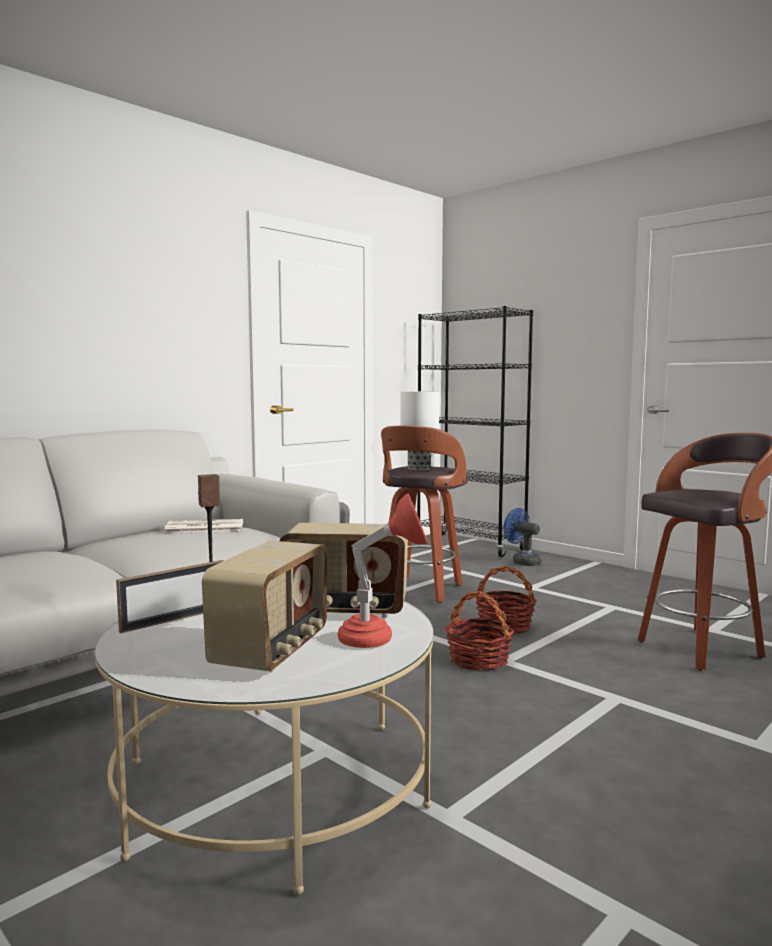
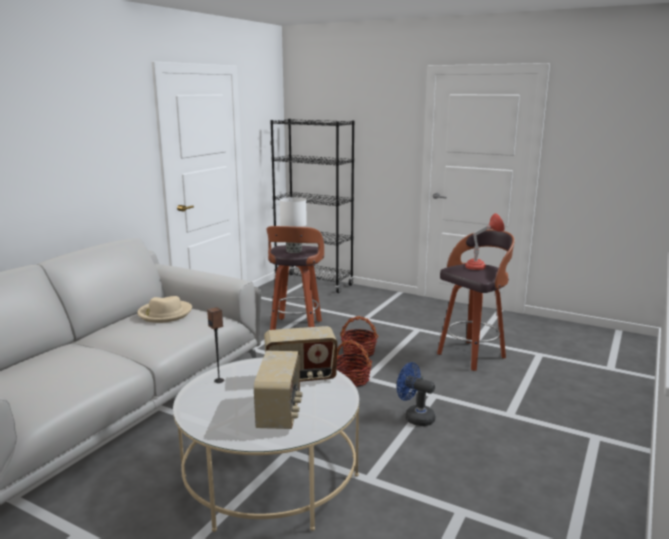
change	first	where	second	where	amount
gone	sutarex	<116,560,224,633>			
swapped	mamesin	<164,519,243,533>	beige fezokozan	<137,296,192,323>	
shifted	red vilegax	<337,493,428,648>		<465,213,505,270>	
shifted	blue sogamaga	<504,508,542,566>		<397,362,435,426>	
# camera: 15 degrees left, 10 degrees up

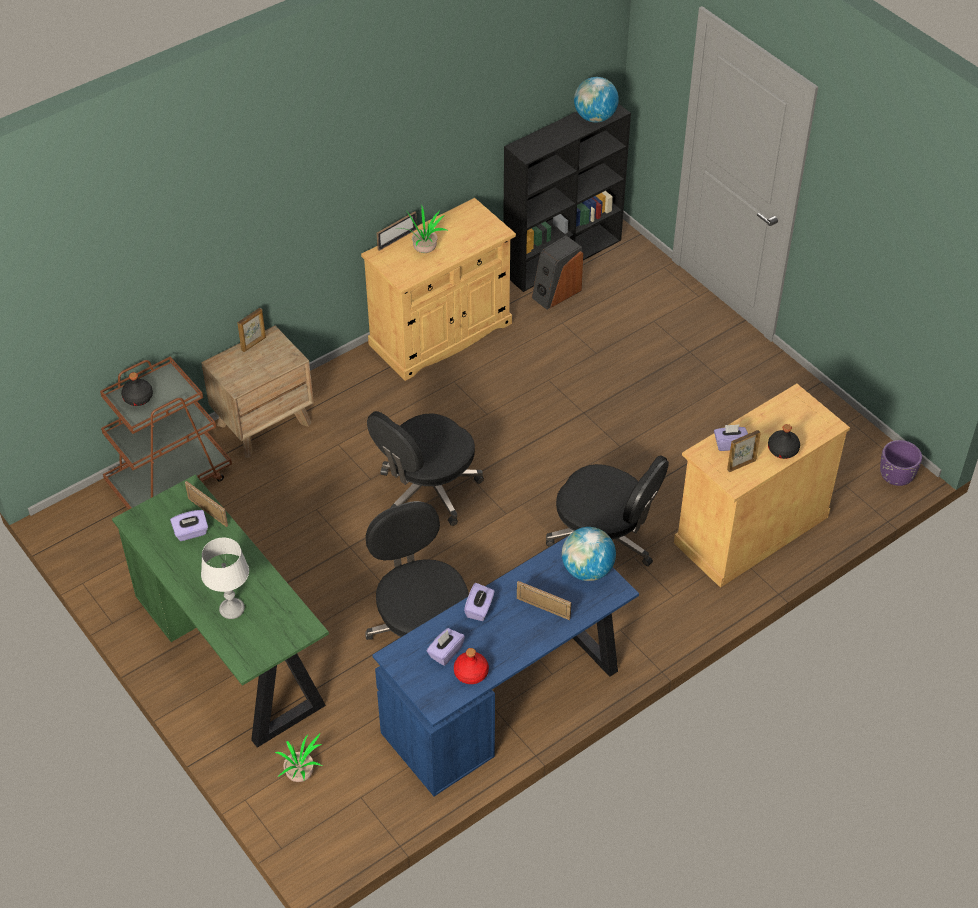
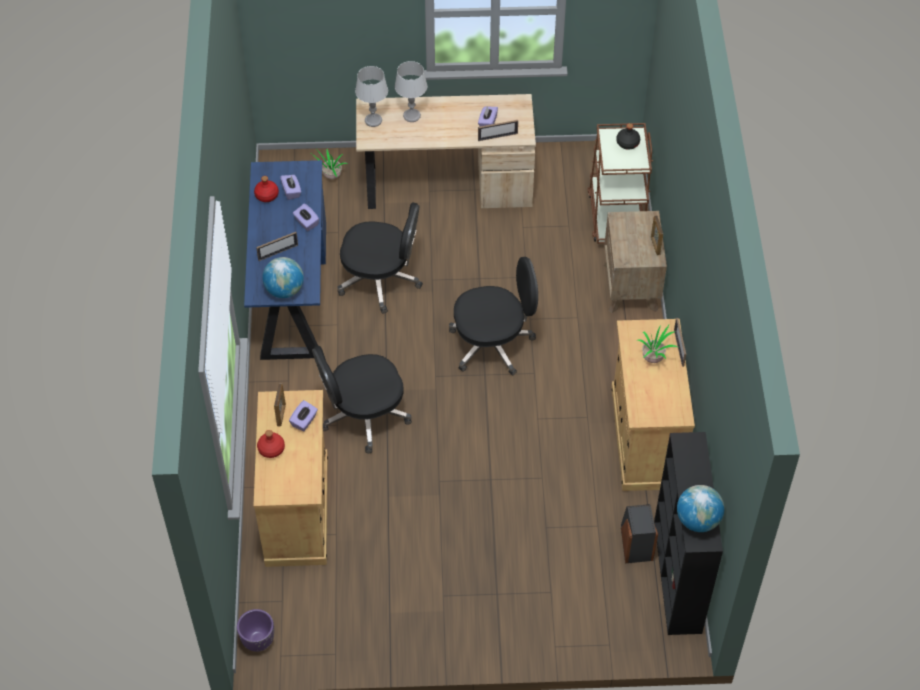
change	first	where	second	where	amount
repainted	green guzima	<112,475,329,748>	beige guzima	<356,94,536,209>	
rotated	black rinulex	<367,411,484,526>		<449,257,538,375>	90 degrees clockwise
repainted	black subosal	<768,424,800,459>	red subosal	<257,430,285,458>	
new			grey vilegax	<355,66,388,127>	
# camera: 125 degrees right, 5 degrees up

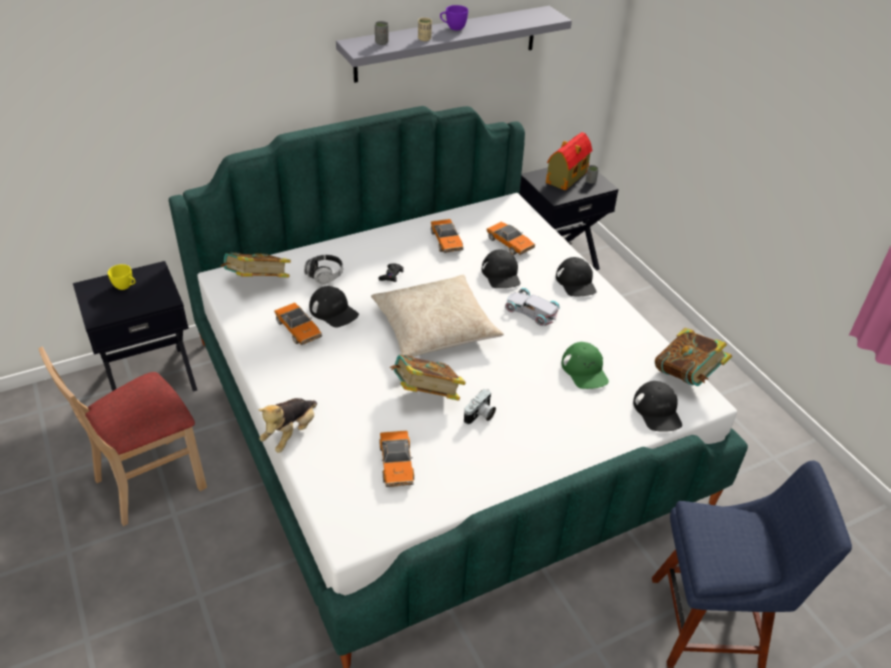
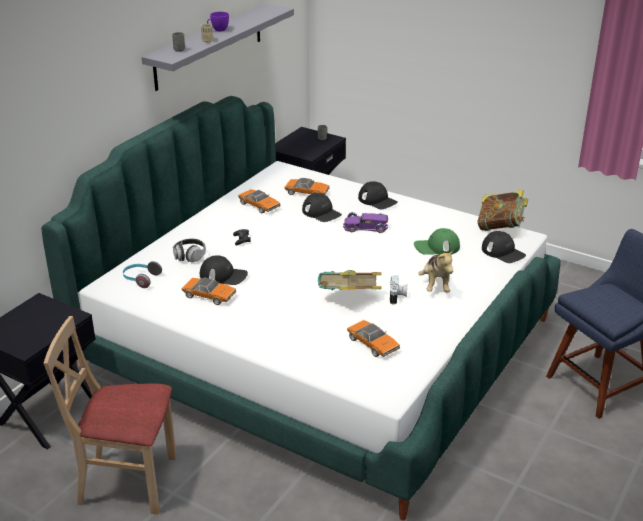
change	first	where	second	where	amount
rotated	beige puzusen	<38,347,207,526>		<44,316,176,515>	75 degrees clockwise
gone	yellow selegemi	<108,264,136,290>			
swapped	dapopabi	<221,252,291,277>	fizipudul	<123,261,162,288>	
shifted	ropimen	<258,398,317,453>		<419,249,454,293>	
gone	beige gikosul	<371,275,504,357>			
repainted	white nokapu	<505,288,560,326>	purple nokapu	<343,212,388,233>	
gone	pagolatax	<546,132,592,190>			
rotated	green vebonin	<561,342,609,389>		<414,228,460,255>	135 degrees clockwise
# camera: 30 degrees left, 10 degrees down

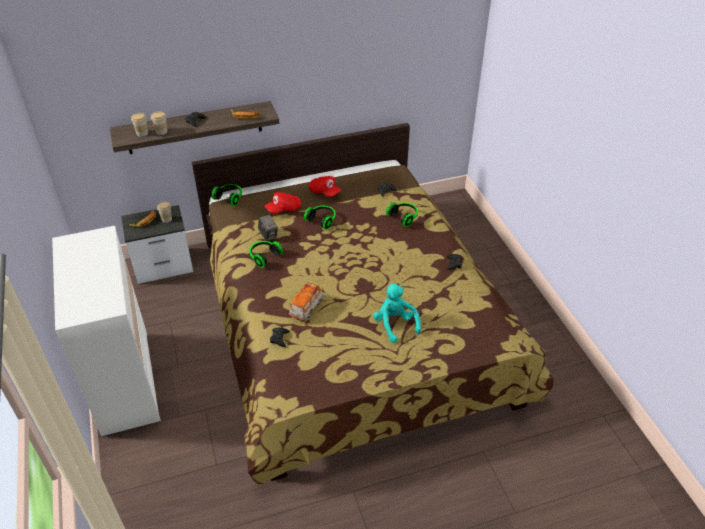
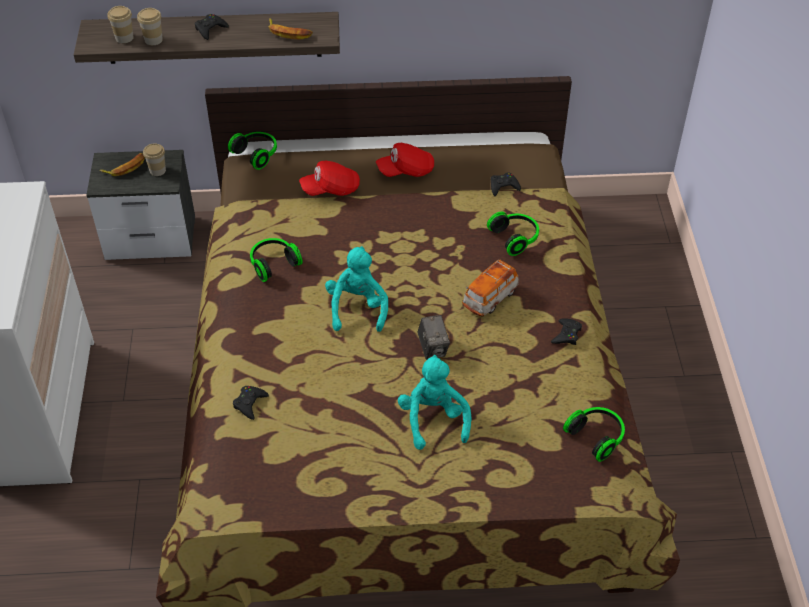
change	first	where	second	where	amount
shifted	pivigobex	<258,214,278,241>		<417,315,450,360>	
shifted	nokapu	<289,282,323,321>		<462,260,519,316>	
shifted	fizipudul	<304,206,336,230>		<563,407,625,462>	
rotated	red vebonin	<309,176,341,197>		<376,143,434,177>	105 degrees clockwise
new			turquoise ropimen	<325,246,388,332>	
# camera: 15 degrees right, 5 degrees up

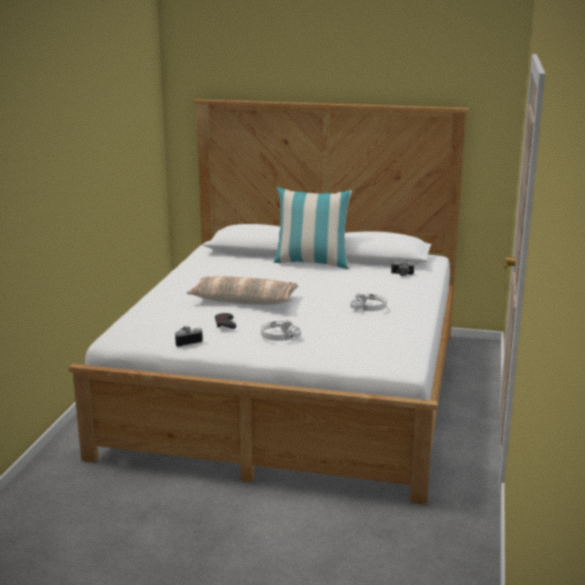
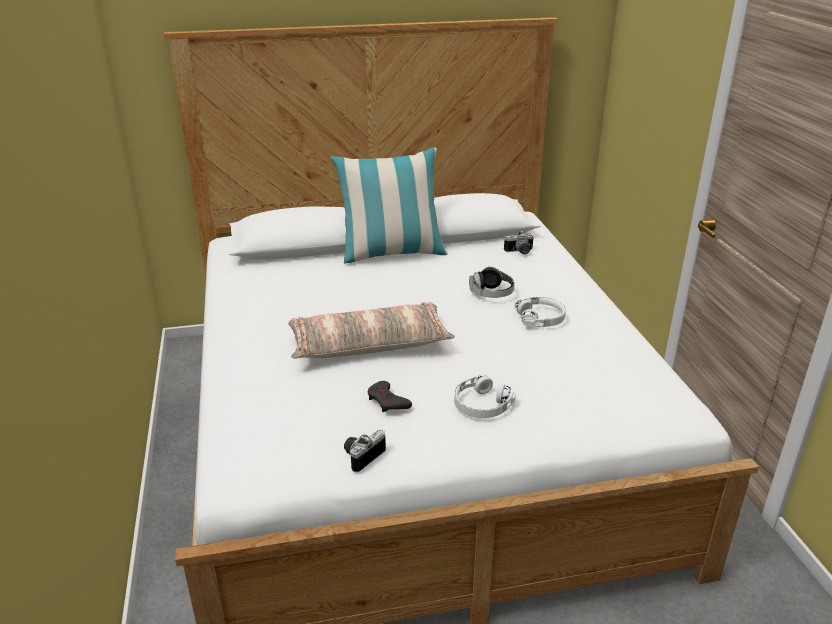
change	first	where	second	where	amount
new			fizipudul	<469,267,515,298>	
# camera: 25 degrees left, 10 degrees up

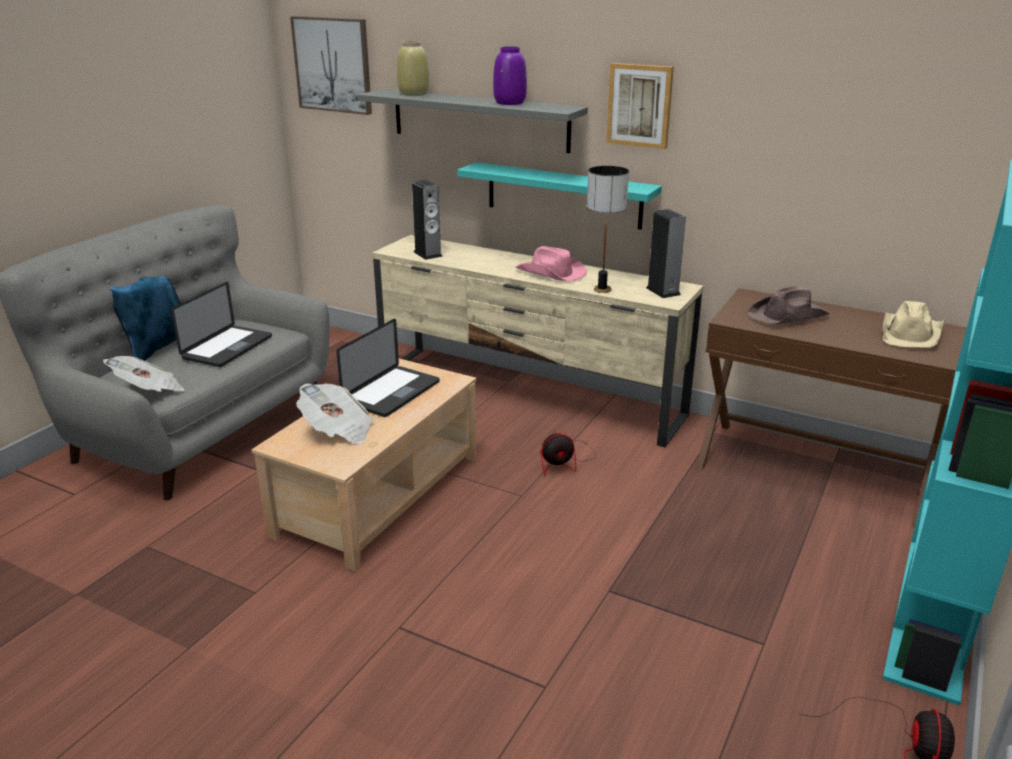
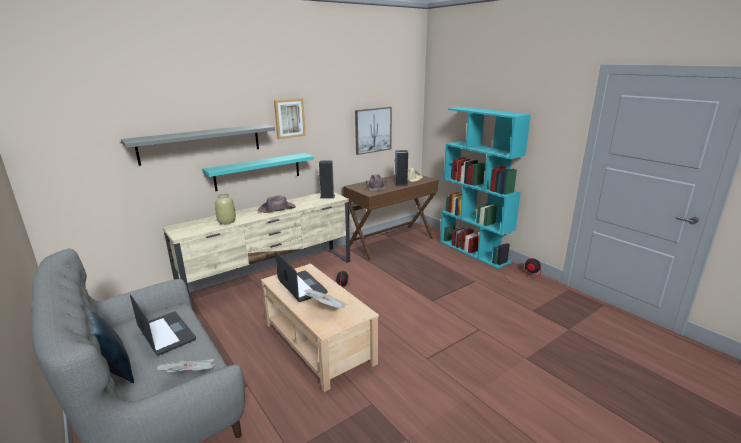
change	first	where	second	where	amount
shifted	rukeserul	<290,16,372,115>		<355,107,392,155>	
shifted	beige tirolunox	<397,41,429,96>		<215,193,236,225>	
shifted	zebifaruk	<412,180,443,260>		<394,150,408,186>	
gone	purple tirolunox	<493,46,527,105>			
repainted	pink fezokozan	<516,246,587,282>	brown fezokozan	<258,195,296,213>	
gone	vilegax	<587,166,629,293>			
# camera: 65 degrees left, 5 degrees down

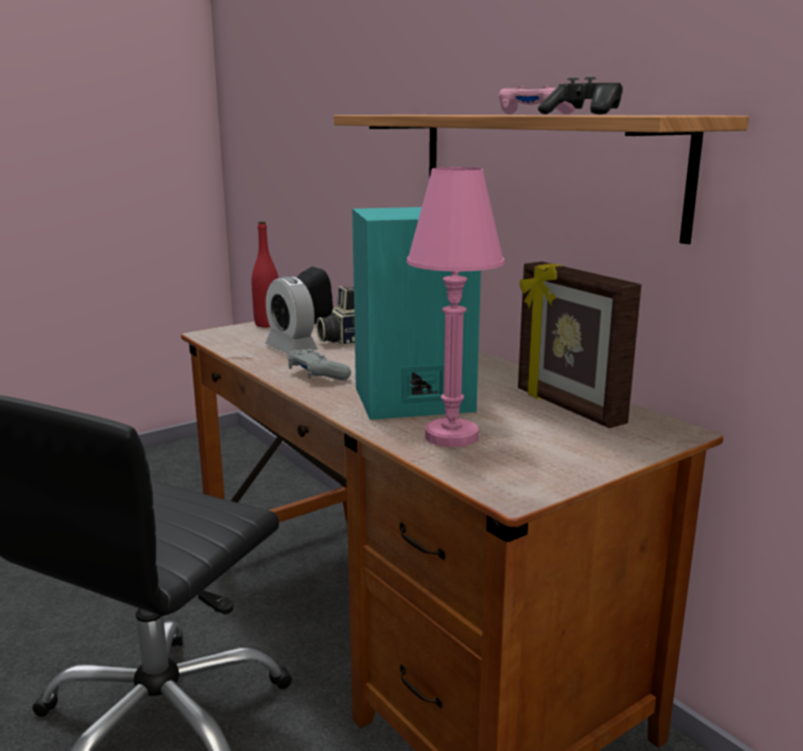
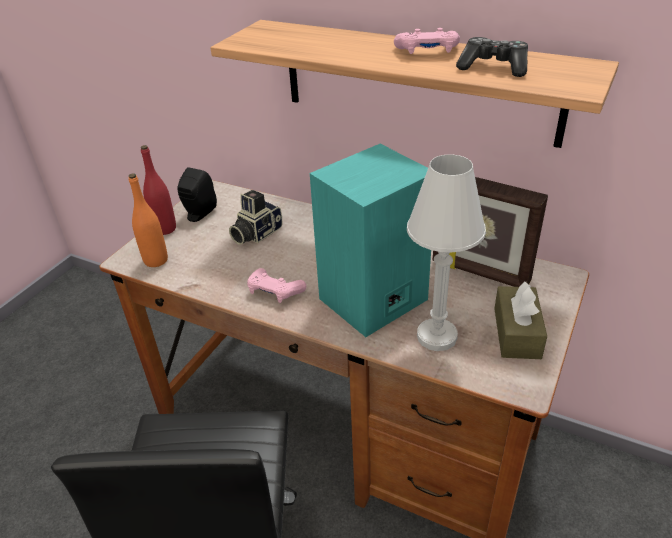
change	first	where	second	where	amount
gone	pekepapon	<265,276,318,354>			
repainted	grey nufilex	<288,349,351,380>	pink nufilex	<247,268,306,303>	
repainted	pink vilegax	<406,167,505,447>	white vilegax	<407,154,486,351>	
new			orange subosal	<129,173,168,267>	
new			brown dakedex	<494,281,547,359>	
# camera: 25 degrees left, 20 degrees up

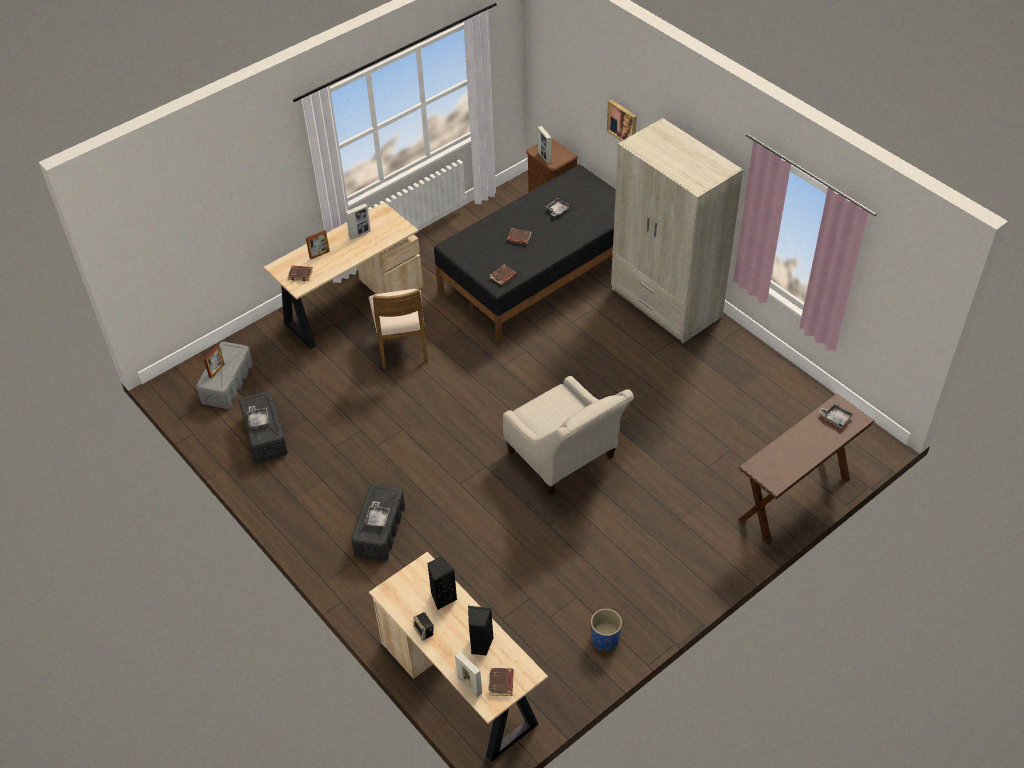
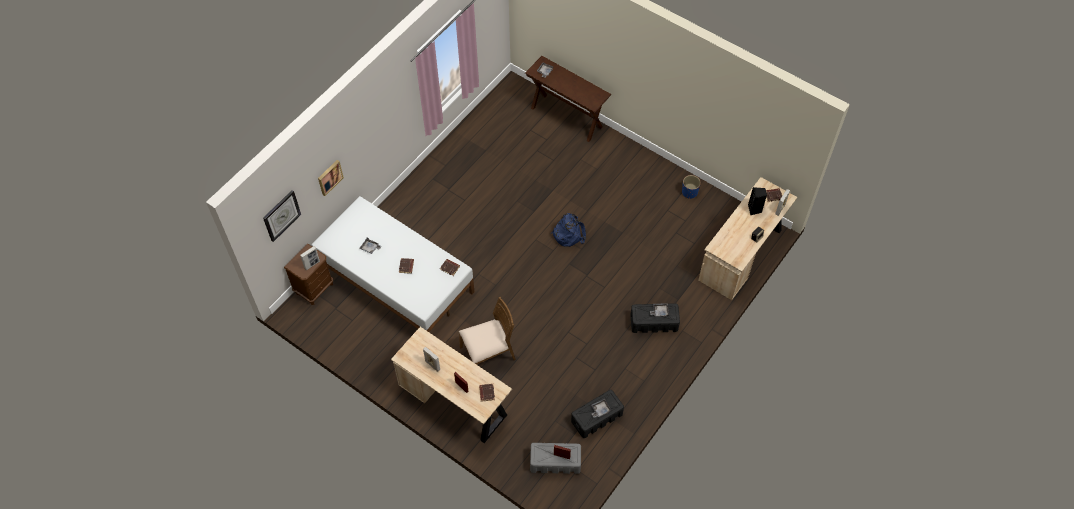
change	first	where	second	where	amount
gone	black zebifaruk	<427,557,458,610>			
repainted	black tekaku	<434,164,616,344>	white tekaku	<311,196,474,333>	
swapped	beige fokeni	<503,376,634,495>	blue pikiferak	<552,213,586,247>	
gone	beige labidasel	<611,118,743,343>			
new			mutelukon	<263,190,301,242>	
# camera: 105 degrees left, 10 degrees up

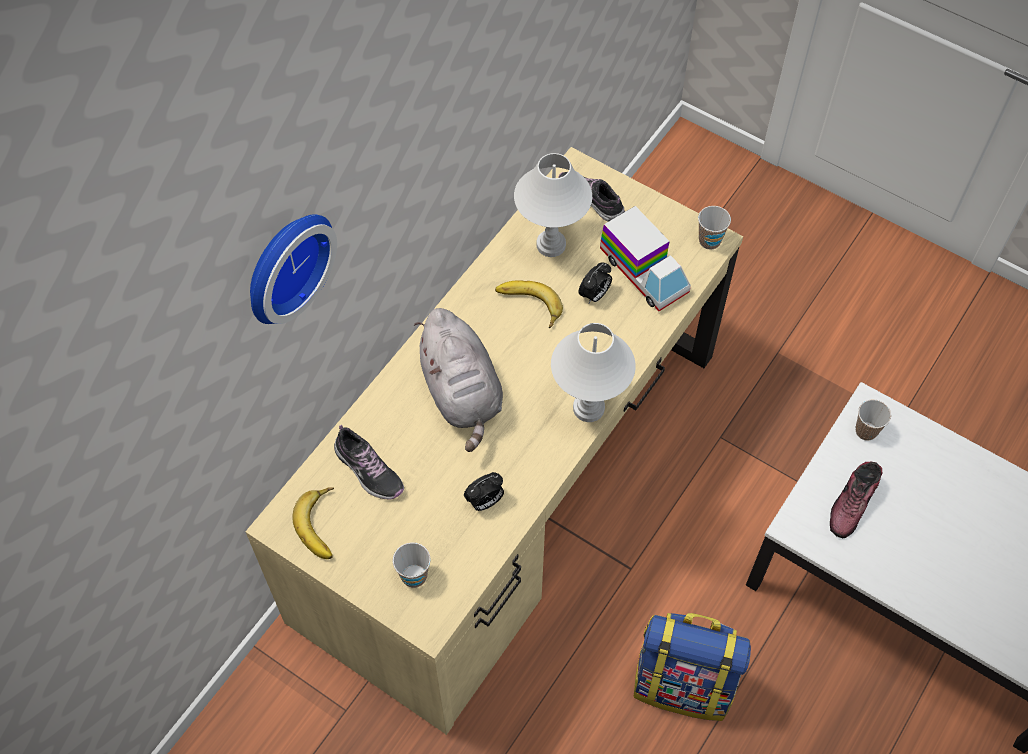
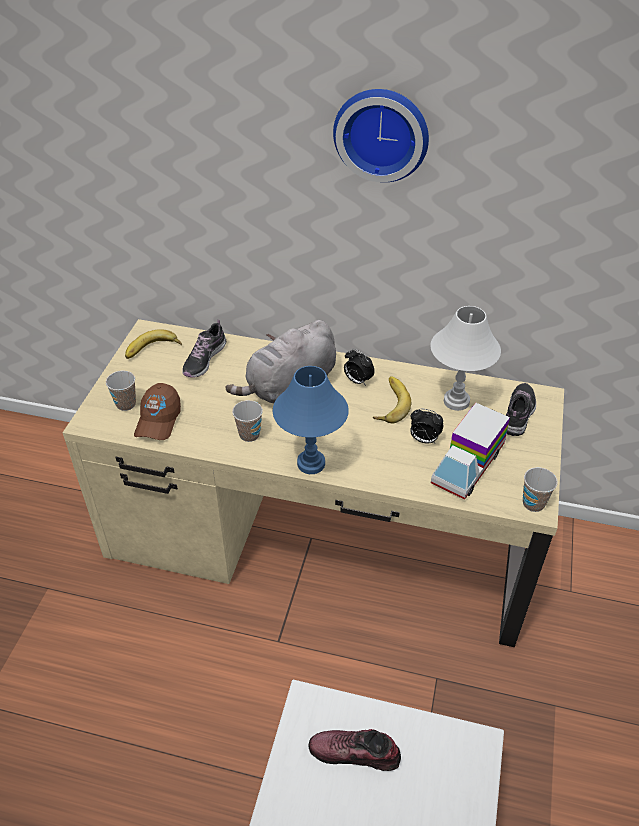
change	first	where	second	where	amount
shifted	mutelukon	<250,214,337,324>		<333,89,429,182>	
shifted	pekepapon	<464,472,504,511>		<344,349,375,386>	
repainted	white vilegax	<551,323,636,422>	blue vilegax	<273,366,349,474>	
gone	pikiferak	<634,613,751,721>			
shifted	selegemi	<856,399,891,441>		<232,400,263,442>	
new			brown vebonin	<134,383,181,440>	
# camera: 70 degrees right, 15 degrees down

